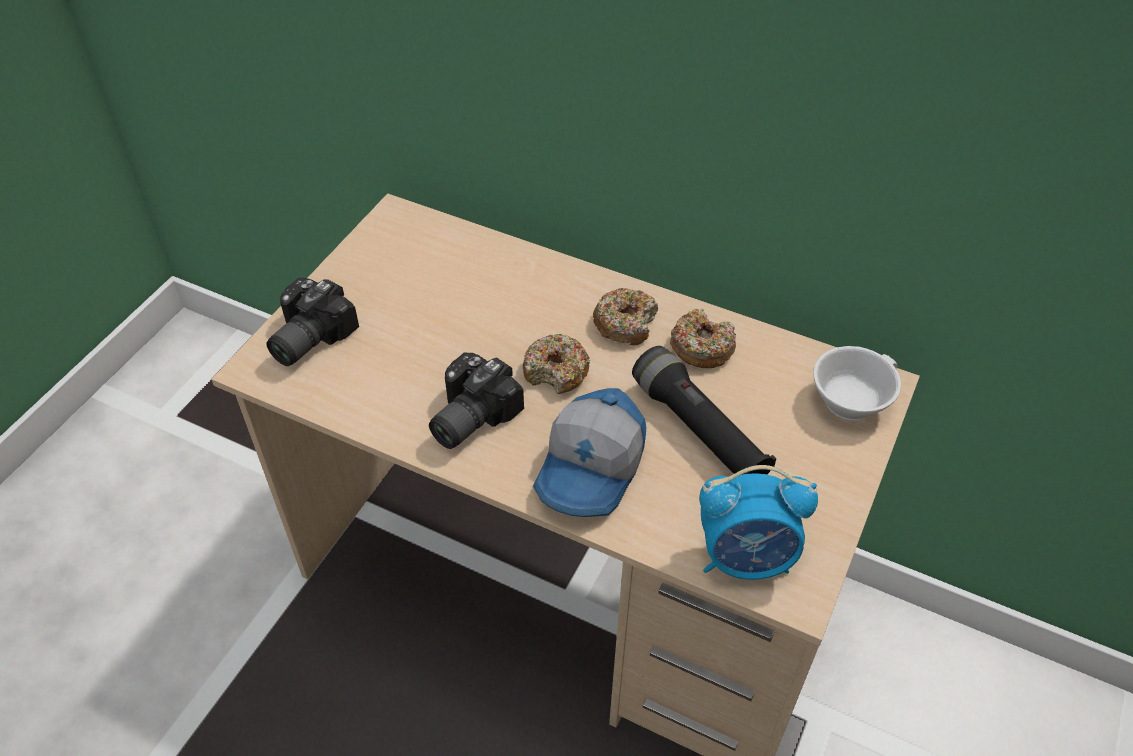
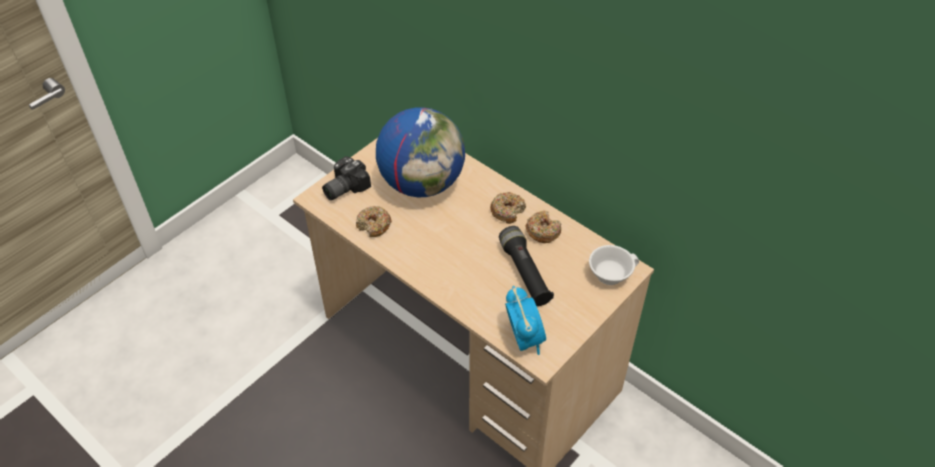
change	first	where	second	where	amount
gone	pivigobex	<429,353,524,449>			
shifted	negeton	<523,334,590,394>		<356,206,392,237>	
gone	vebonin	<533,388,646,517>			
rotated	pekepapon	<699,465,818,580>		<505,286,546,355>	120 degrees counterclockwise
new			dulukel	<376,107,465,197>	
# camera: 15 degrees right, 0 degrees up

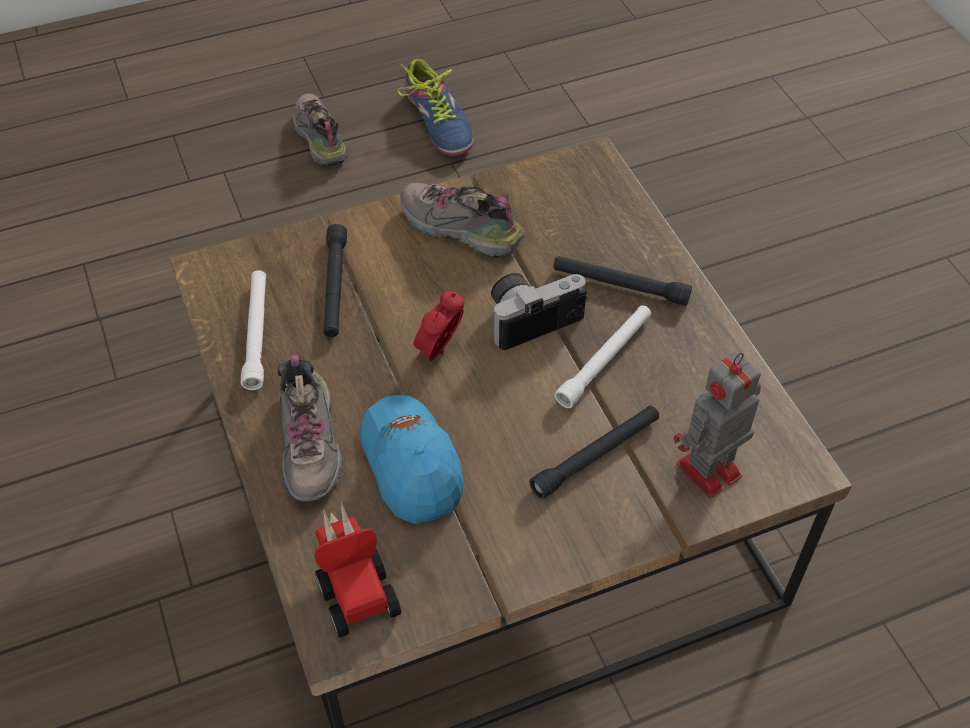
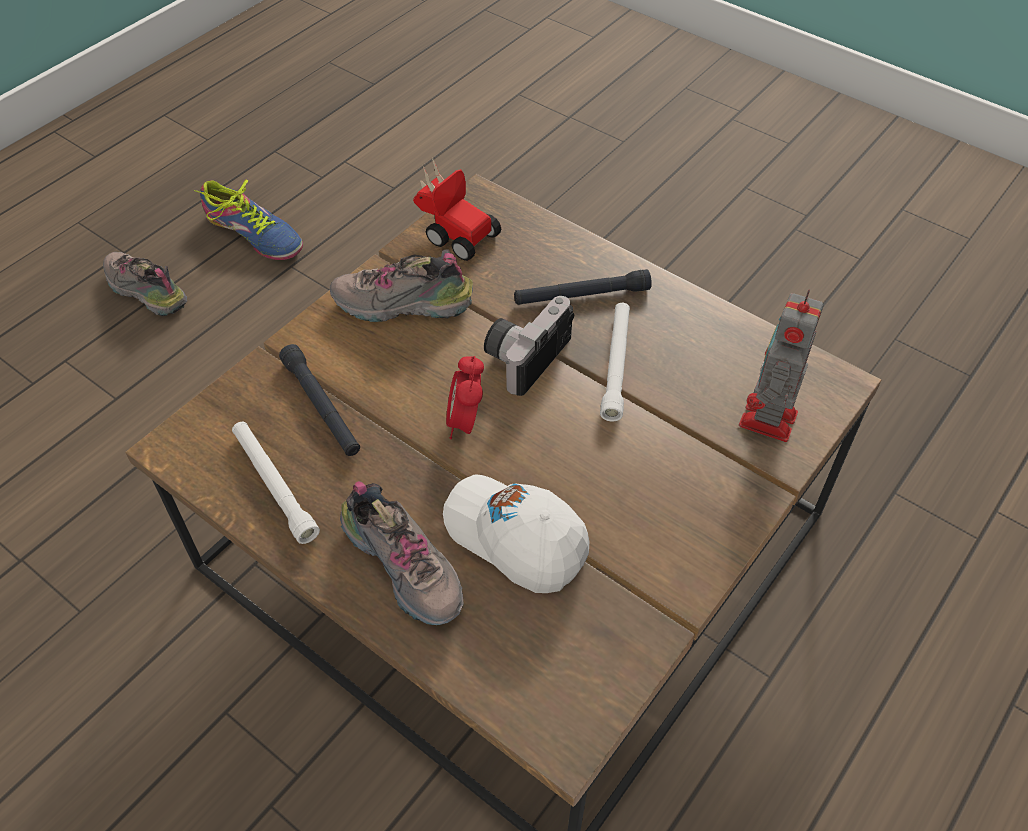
change	first	where	second	where	amount
shifted	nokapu	<314,502,401,638>		<413,158,501,261>	
repainted	blue vebonin	<360,395,463,524>	white vebonin	<443,474,589,593>	
gone	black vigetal	<529,406,659,499>			
# camera: 30 degrees left, 0 degrees up

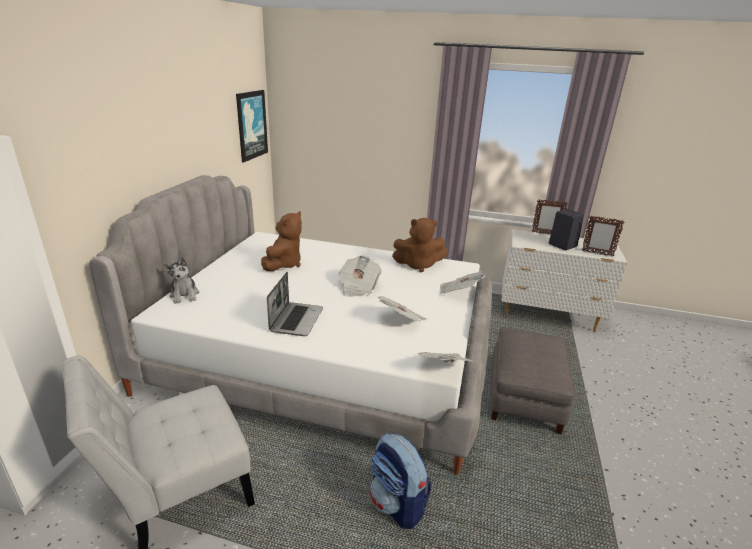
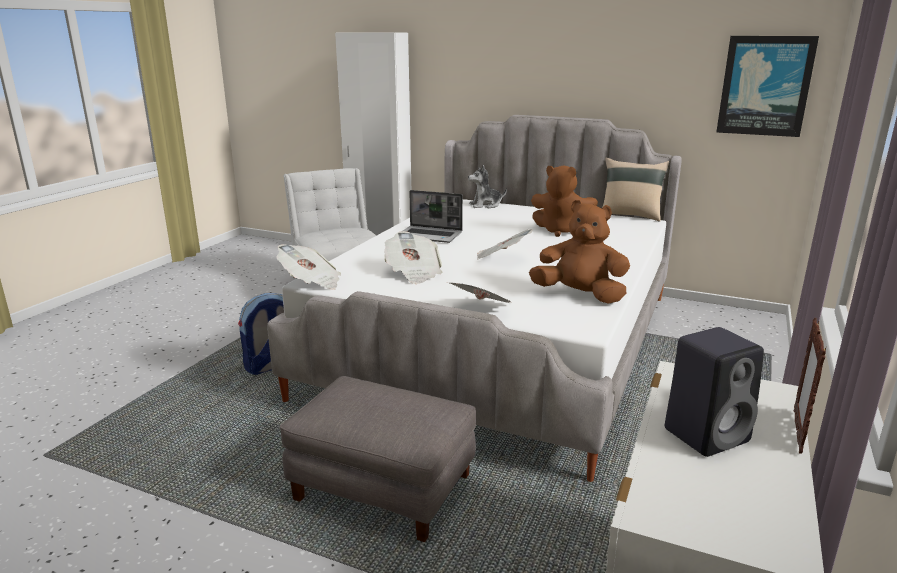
change	first	where	second	where	amount
rotated	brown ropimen	<392,218,448,272>		<529,200,630,304>	105 degrees clockwise
gone	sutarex	<582,216,624,256>			
new			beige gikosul	<602,158,669,221>	
# camera: 100 degrees right, 5 degrees down

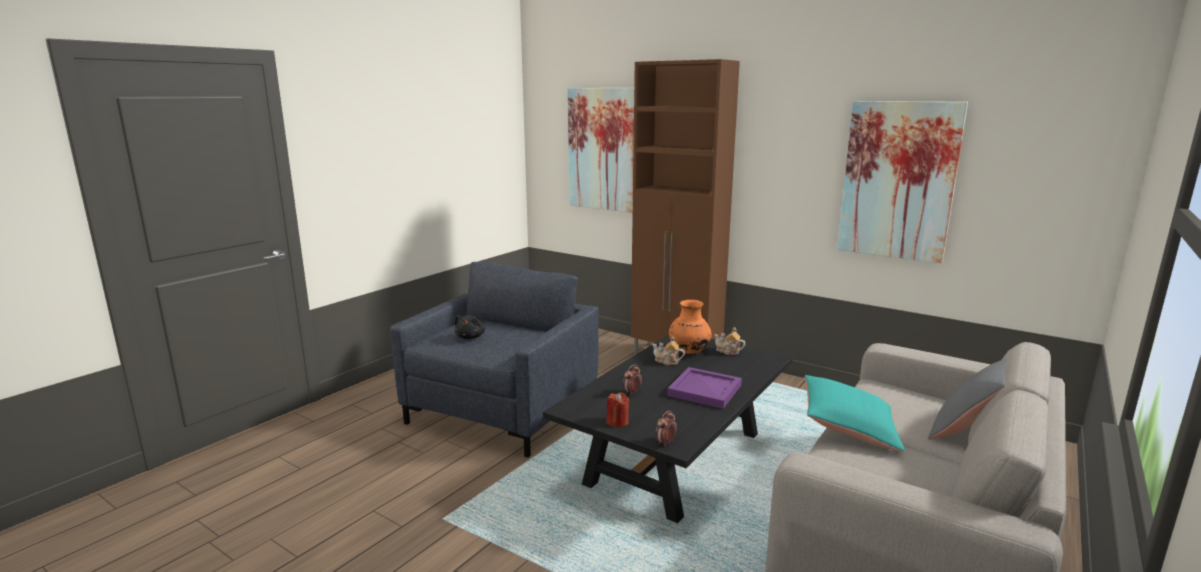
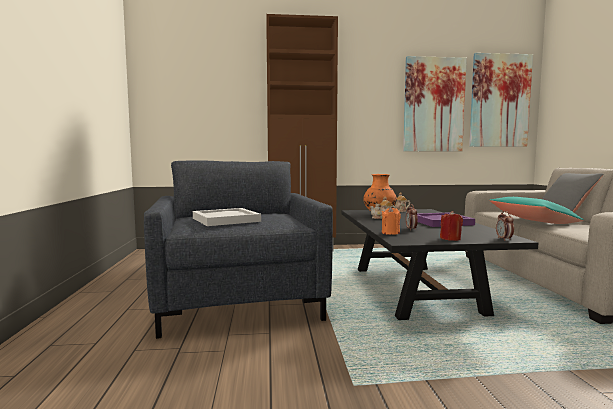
change	first	where	second	where	amount
swapped	black ropimen	<455,315,485,339>	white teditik	<193,208,261,226>	
shifted	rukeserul	<568,88,634,213>		<469,53,533,147>	
new			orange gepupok	<382,207,401,235>	
# camera: 40 degrees left, 10 degrees down

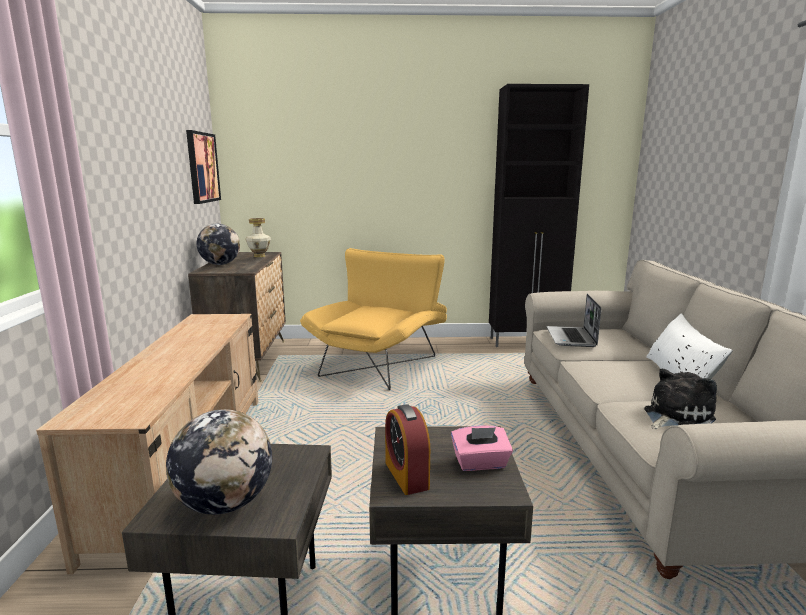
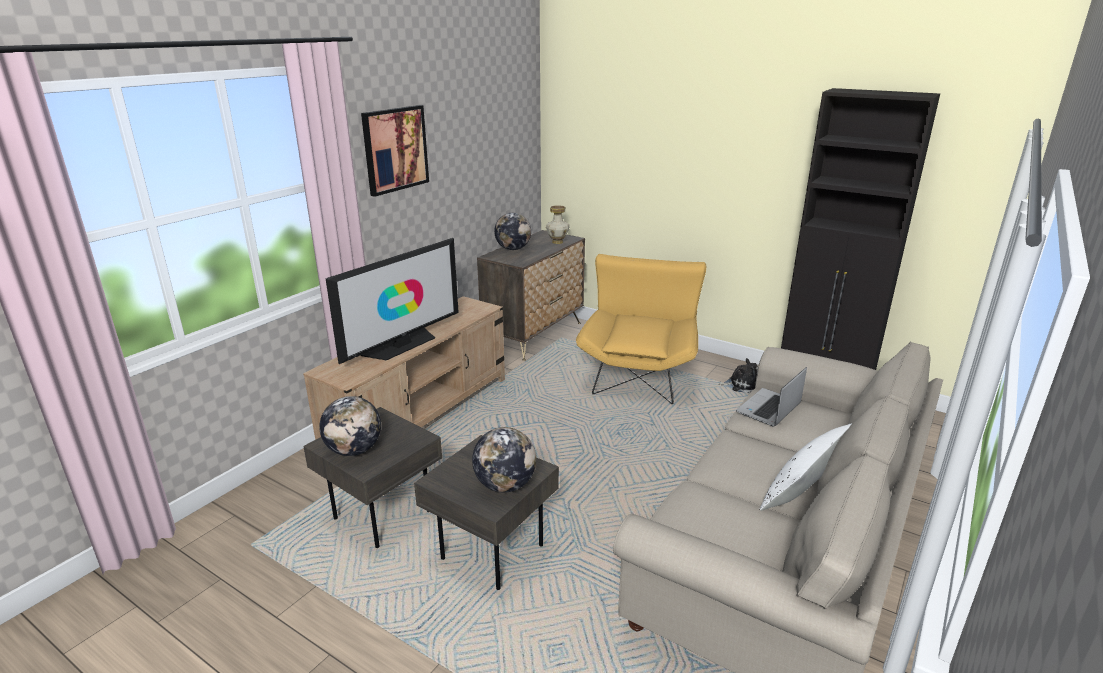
change	first	where	second	where	amount
shifted	rukeserul	<186,130,221,204>		<361,105,429,197>	
rotated	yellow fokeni	<300,248,447,390>		<576,254,706,404>	45 degrees counterclockwise
gone	pekepapon	<385,404,430,495>			
swapped	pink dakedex	<451,426,513,471>	dulukel	<472,427,536,492>	
shifted	ropimen	<644,369,717,429>		<719,358,758,393>	
new			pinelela	<325,238,459,364>	
# camera: 35 degrees right, 10 degrees up

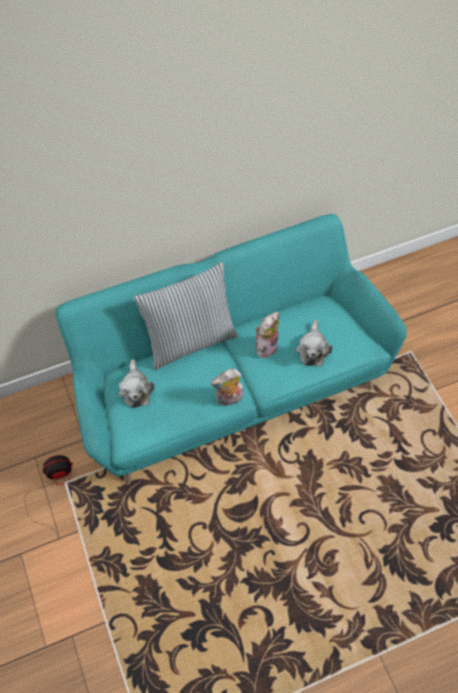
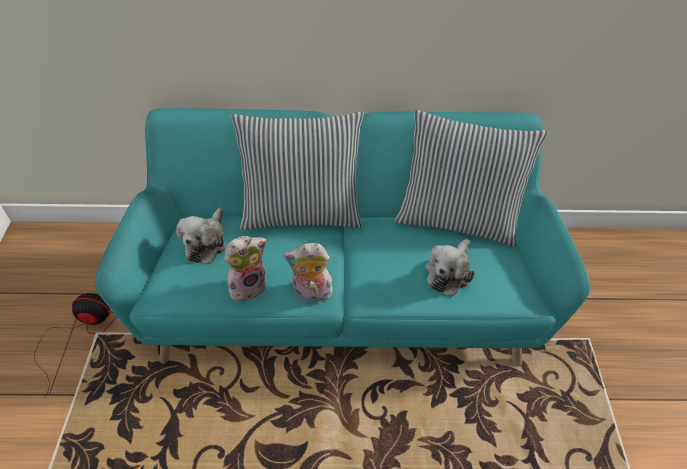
change	first	where	second	where	amount
shifted	ropimen	<255,312,279,358>		<224,236,267,304>	
new			gikosul	<395,110,548,247>	
# camera: 20 degrees right, 10 degrees down

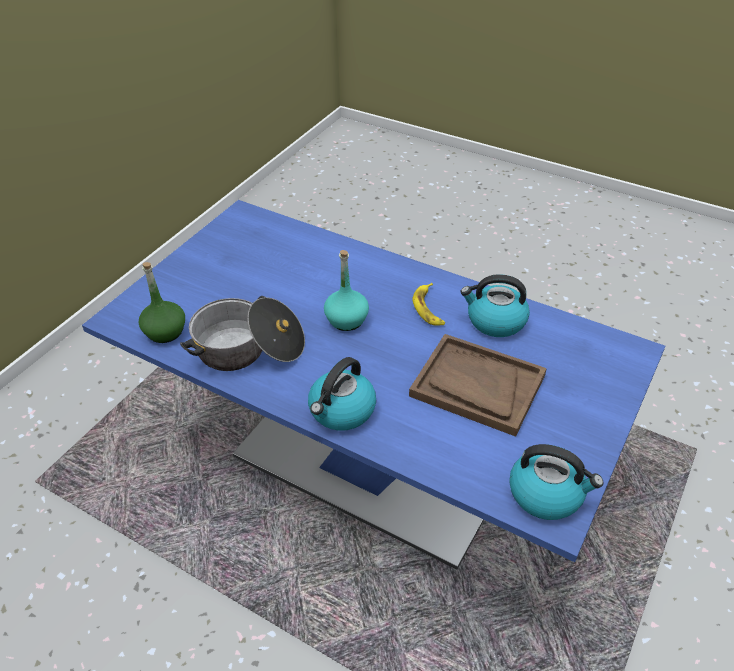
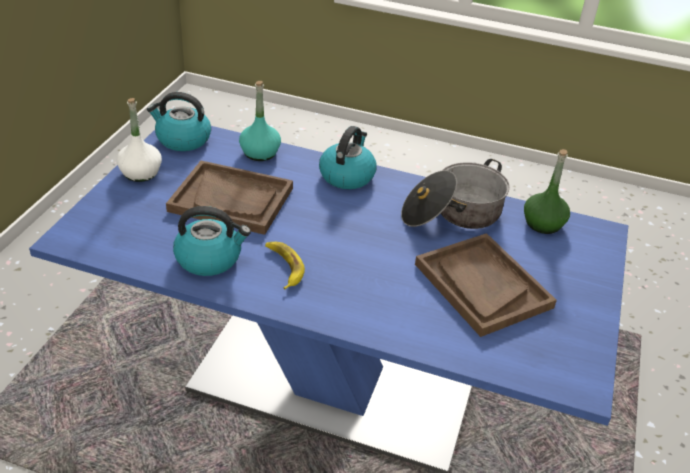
change	first	where	second	where	amount
shifted	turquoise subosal	<324,250,369,331>		<239,81,281,161>	
new			white subosal	<117,98,162,182>	
new			brown teditik	<415,233,557,337>	
# camera: 165 degrees right, 5 degrees down

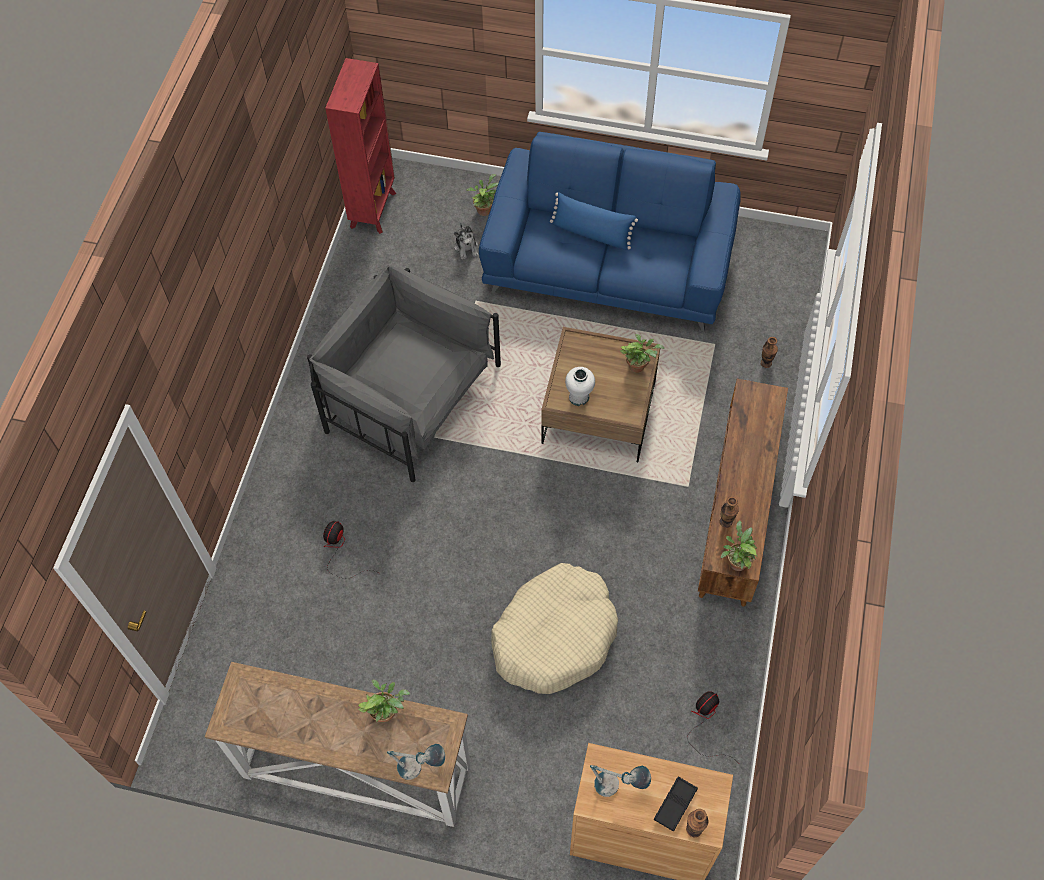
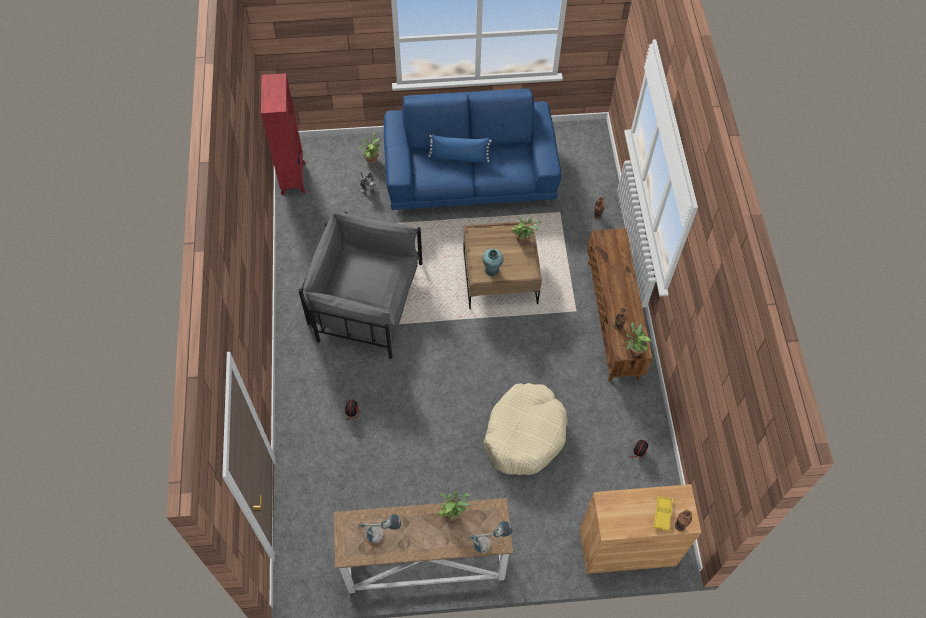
change	first	where	second	where	amount
repainted	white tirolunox	<565,367,595,406>	turquoise tirolunox	<482,249,504,276>	
shifted	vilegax	<590,765,651,797>		<360,514,401,543>	
repainted	black teditik	<654,776,698,832>	yellow teditik	<653,496,673,531>	
# camera: 20 degrees left, 0 degrees up

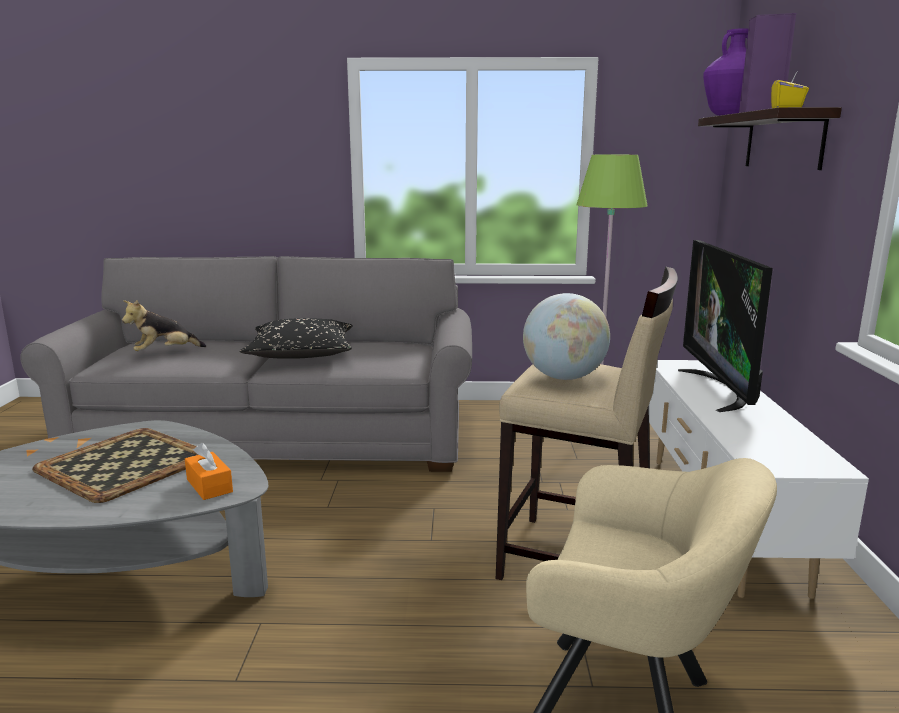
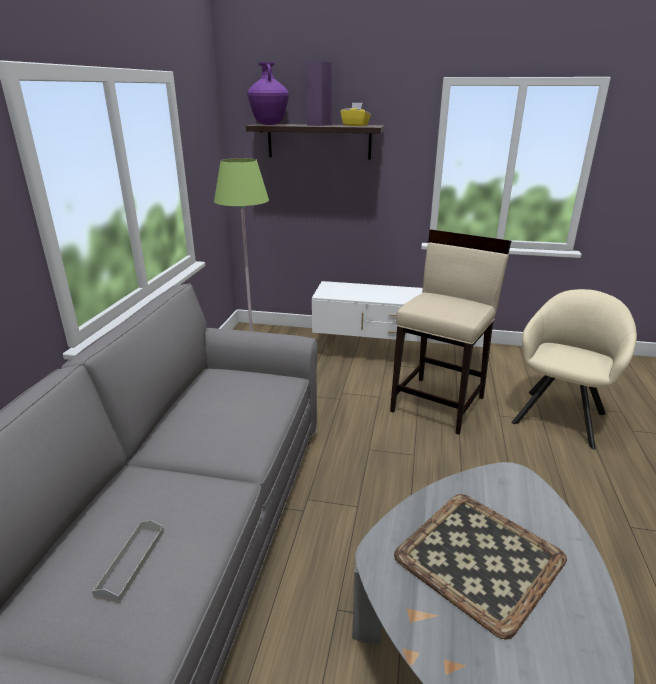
change	first	where	second	where	amount
swapped	ropimen	<122,300,206,351>	grey teditik	<92,520,164,603>	
gone	orange dakedex	<185,443,233,500>			
gone	black gikosul	<239,318,352,359>			
gone	dulukel	<523,293,610,380>			
gone	pinelela	<678,240,773,412>			
# camera: 80 degrees left, 10 degrees up

